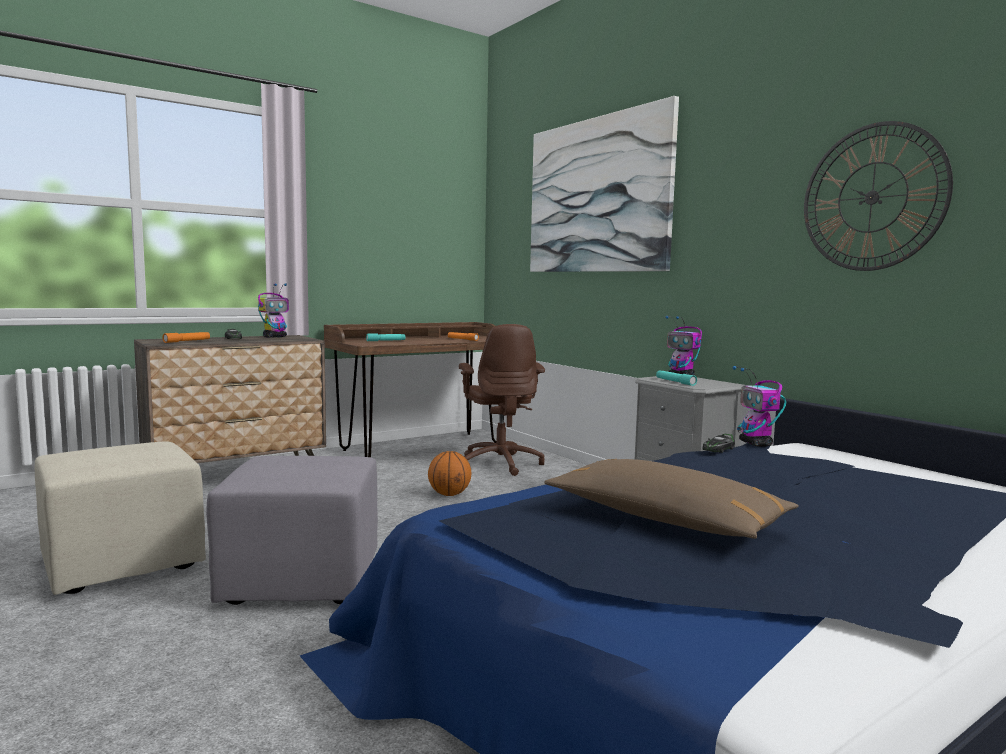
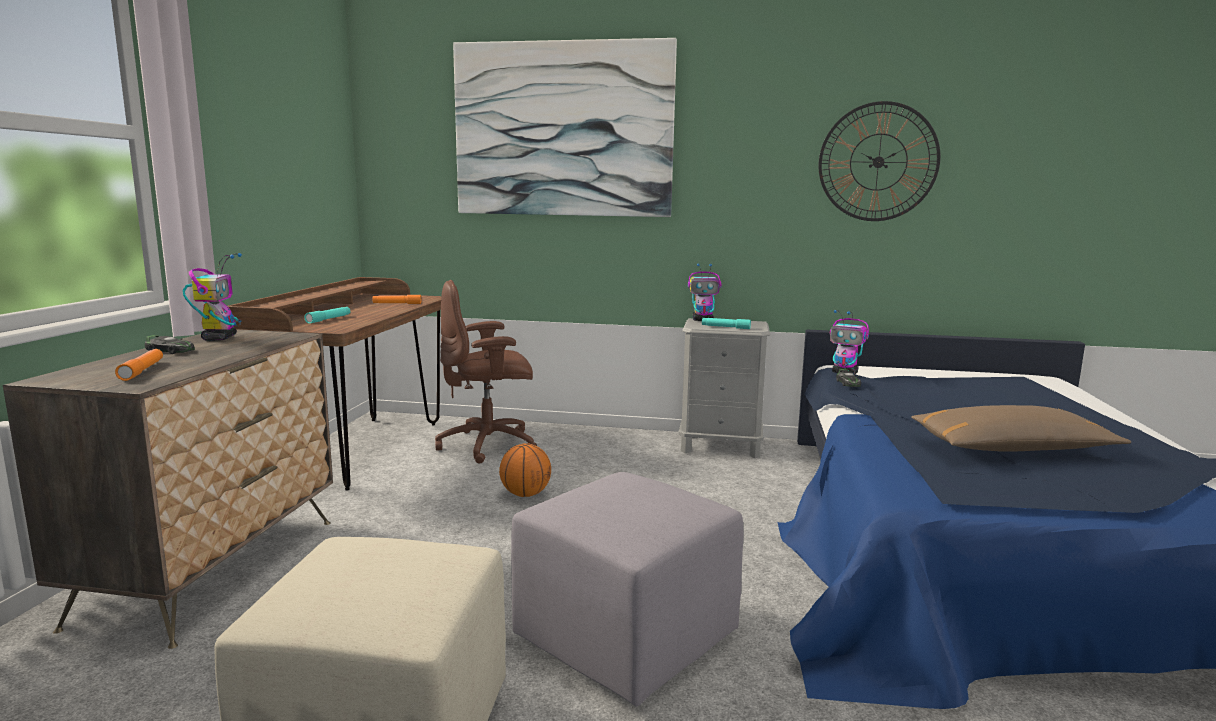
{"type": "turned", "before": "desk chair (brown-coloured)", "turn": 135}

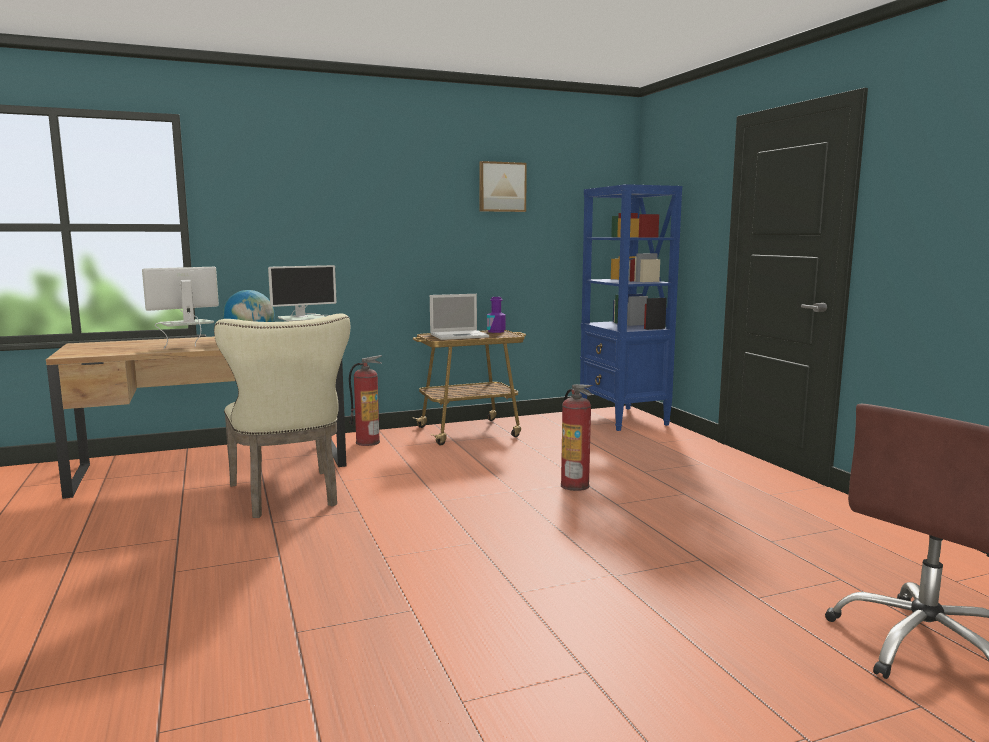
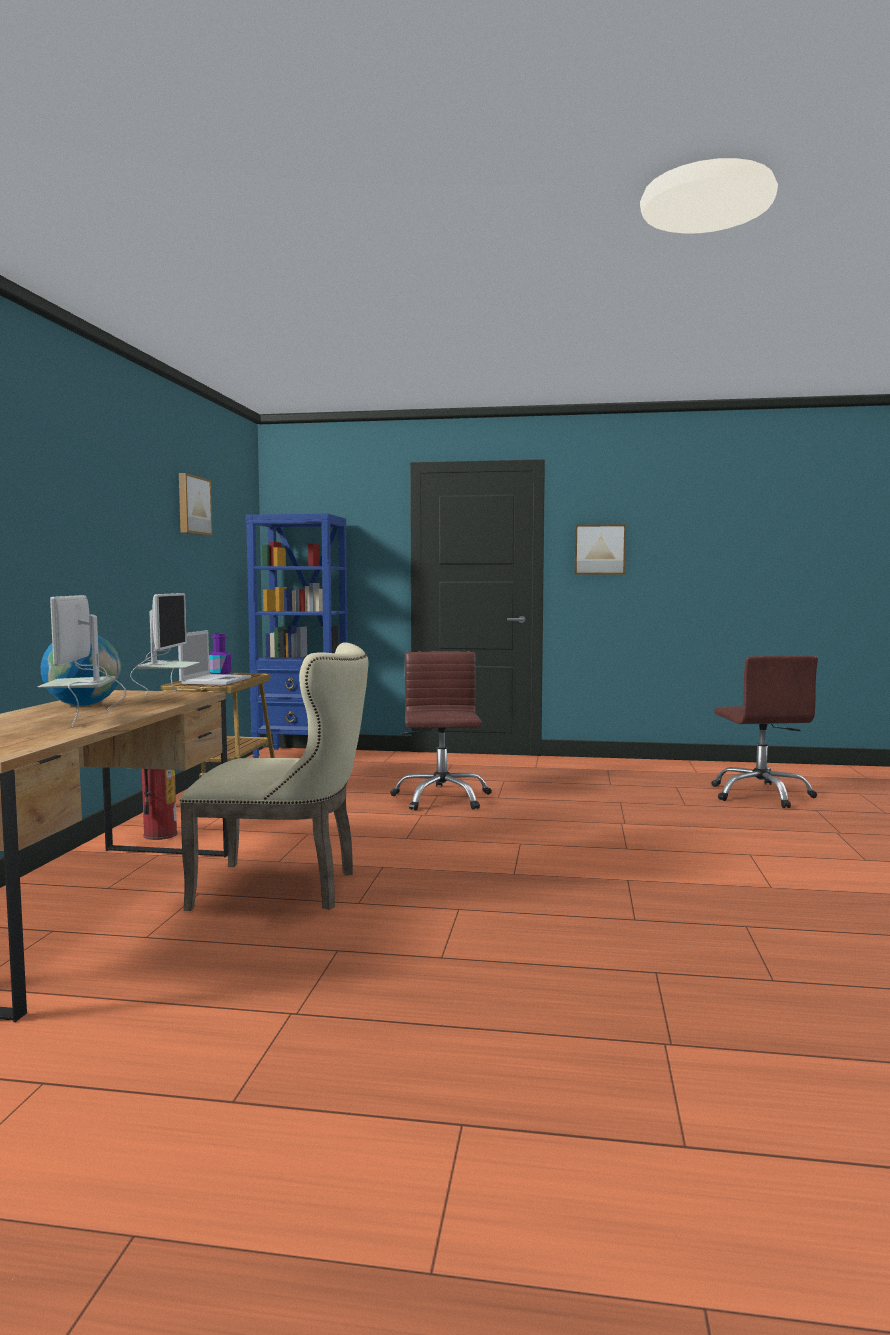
{"type": "replaced", "before": "fire extinguisher (2nd from left)", "after": "desk chair (brown-coloured) (1st from left)"}
{"type": "added", "after": "wall art (2nd from left)"}

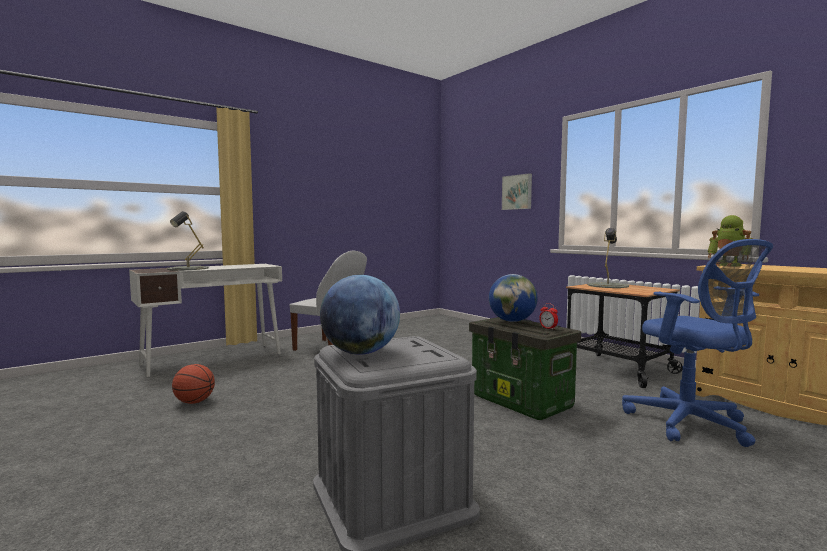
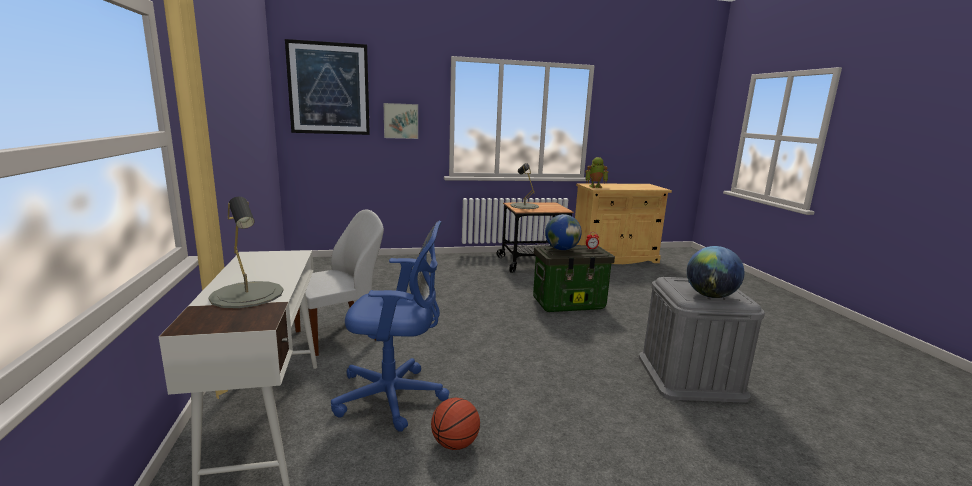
{"type": "moved", "before": "desk chair (bluish)"}
{"type": "added", "after": "wall art (1st from left)"}

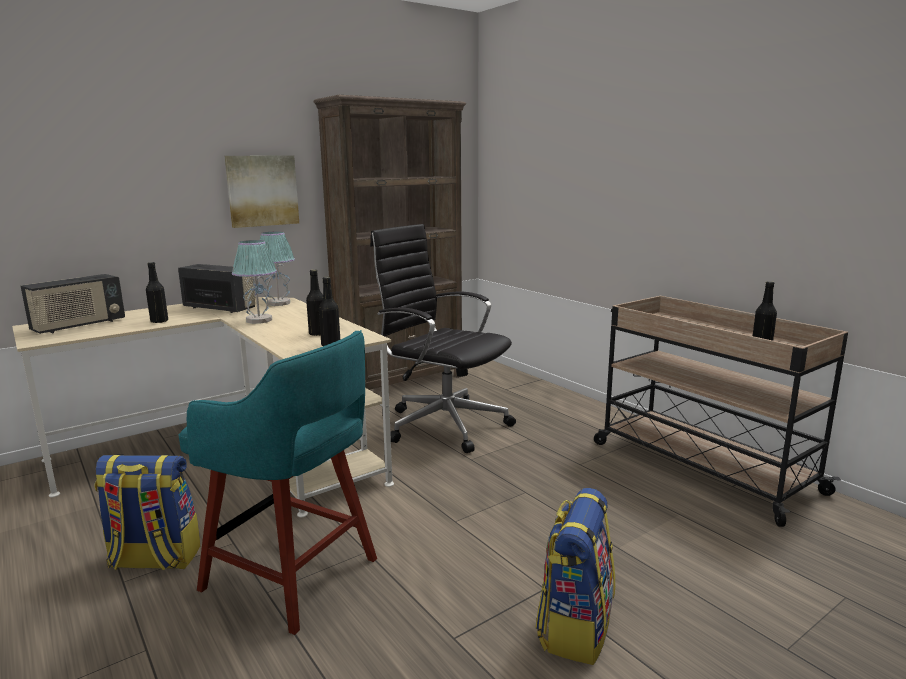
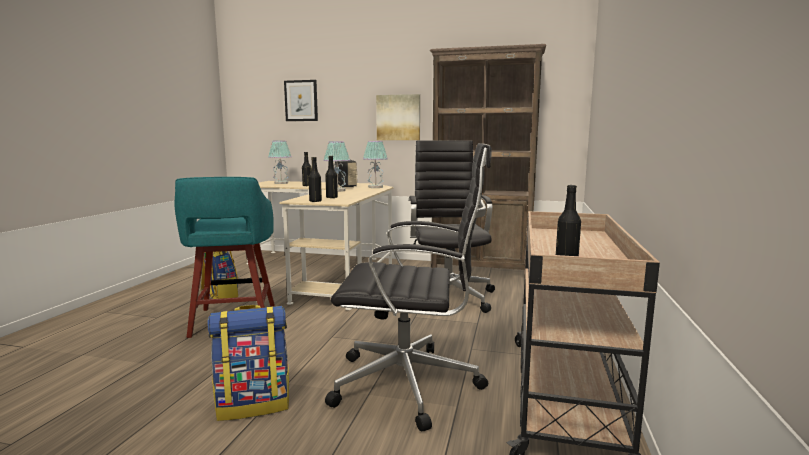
{"type": "replaced", "before": "radio set (1st from left)", "after": "table lamp (1st from left)"}
{"type": "added", "after": "wall art (1st from left)"}
{"type": "added", "after": "desk chair (blackish) (1st from left)"}

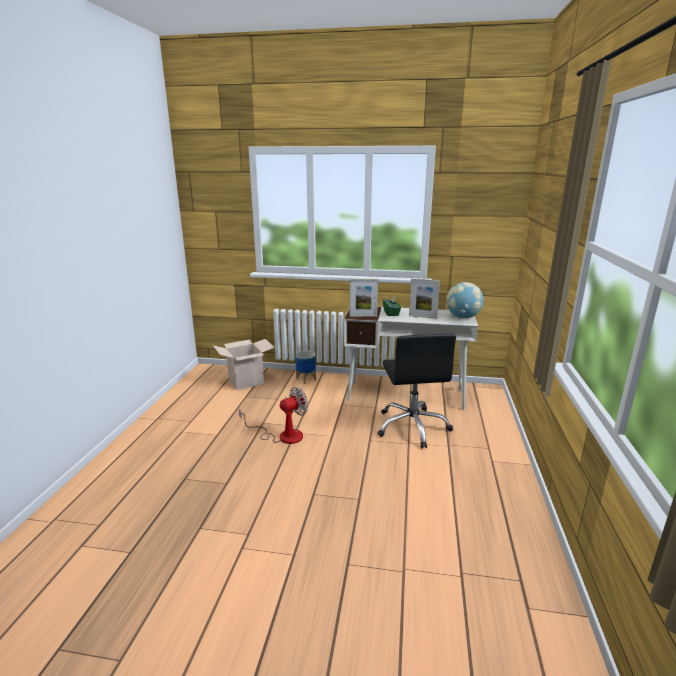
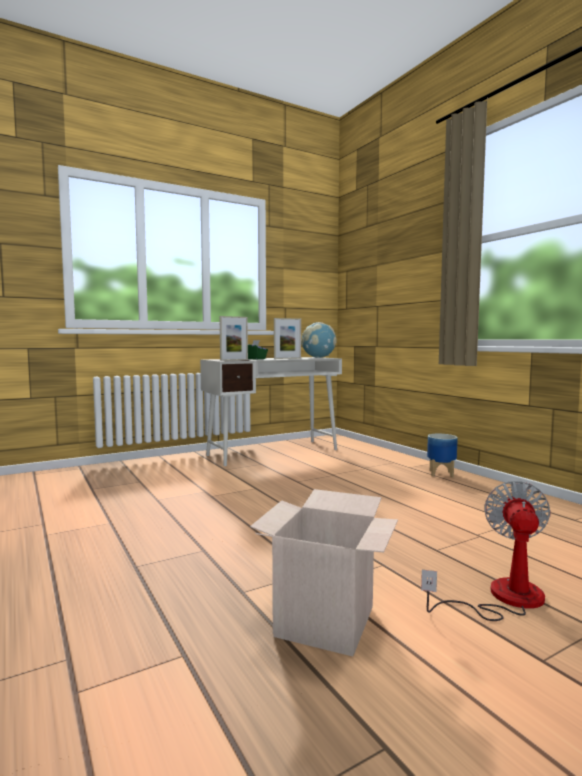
{"type": "moved", "before": "carton"}
{"type": "moved", "before": "electric fan"}
{"type": "moved", "before": "planter"}
{"type": "removed", "before": "desk chair (blackish)"}

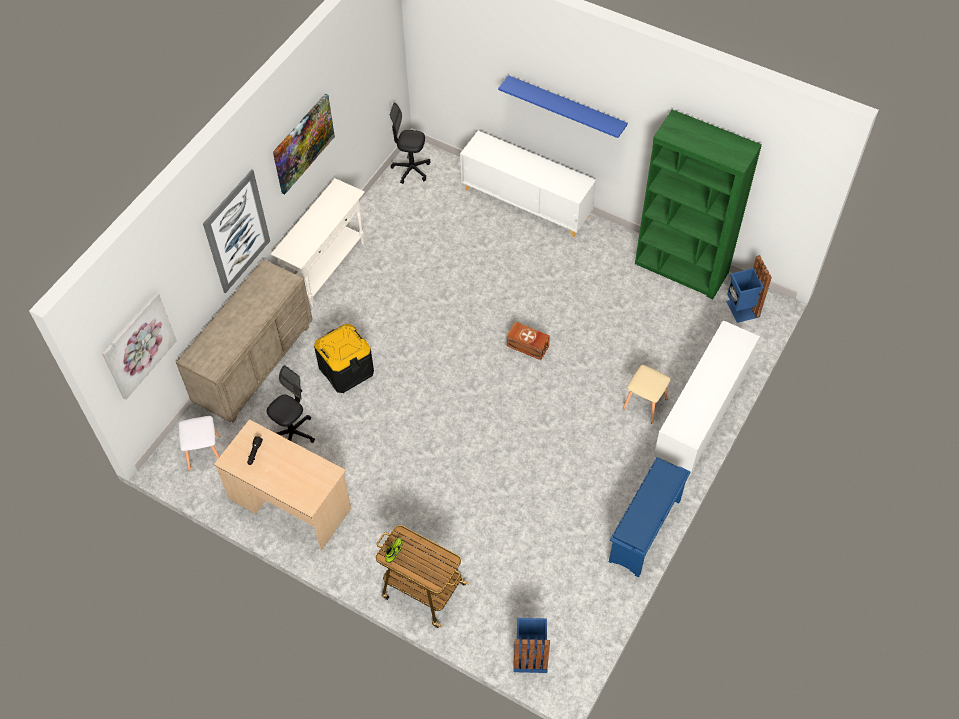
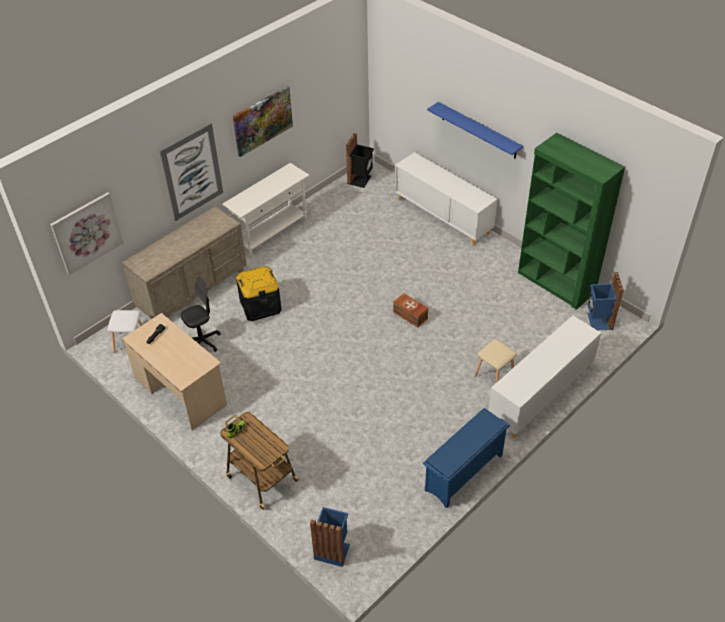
{"type": "replaced", "before": "desk chair (blackish) (2nd from left)", "after": "waste bin (blackish)"}

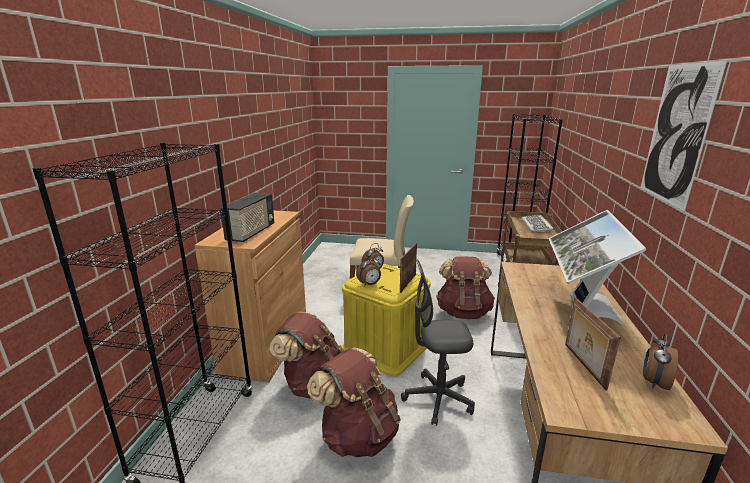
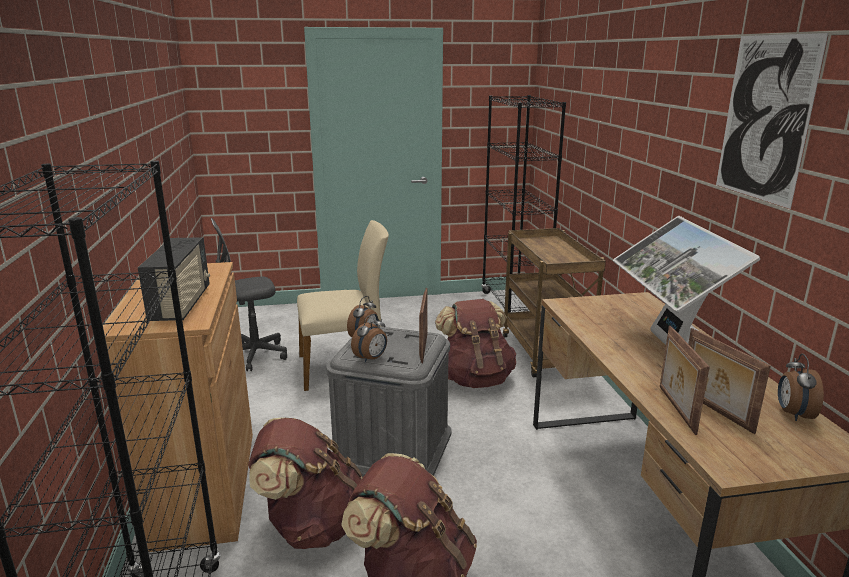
{"type": "recoloured", "before": "storage container (yellow)", "after": "storage container (gray)"}
{"type": "moved", "before": "desk chair (gray)"}
{"type": "removed", "before": "keyboard"}
{"type": "added", "after": "photo frame (2nd from left)"}

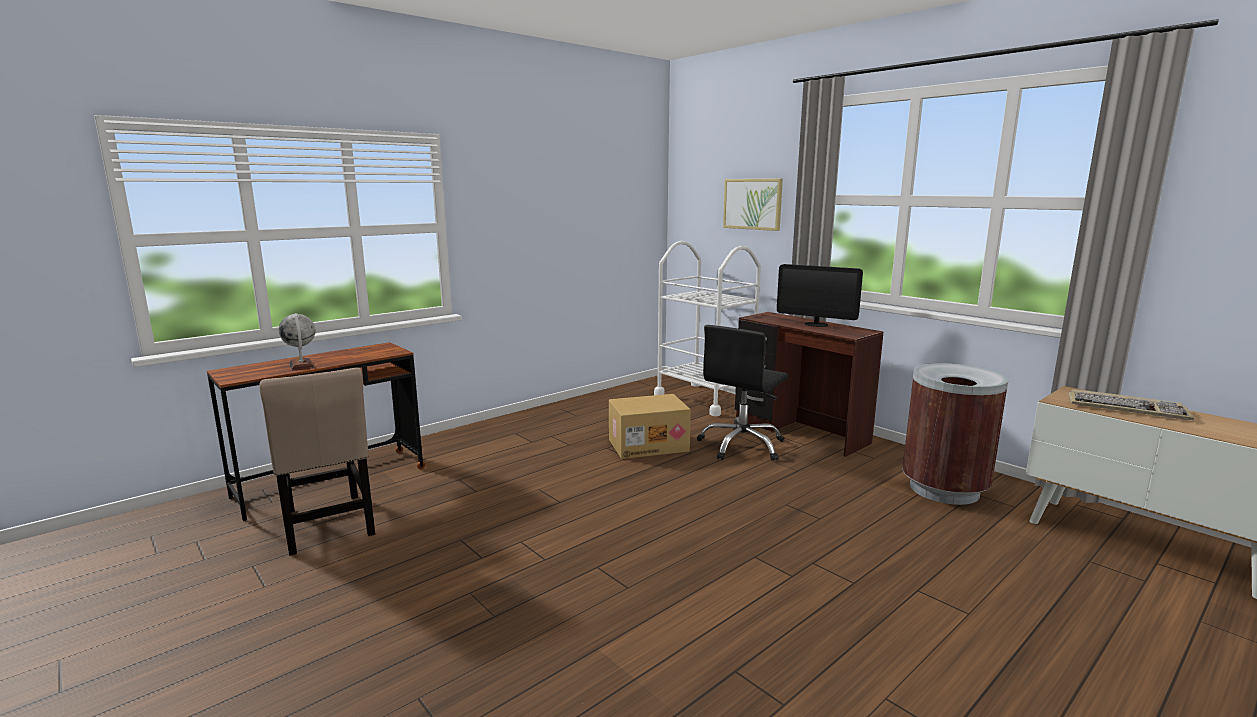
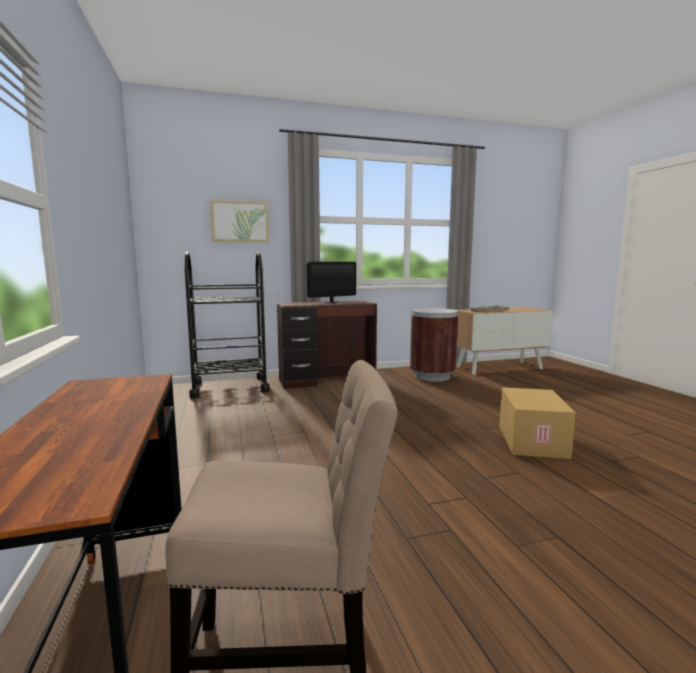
{"type": "removed", "before": "desk globe"}
{"type": "moved", "before": "carton"}
{"type": "recoloured", "before": "trolley (white-coloured)", "after": "trolley (blackish)"}
{"type": "removed", "before": "desk chair (blackish)"}

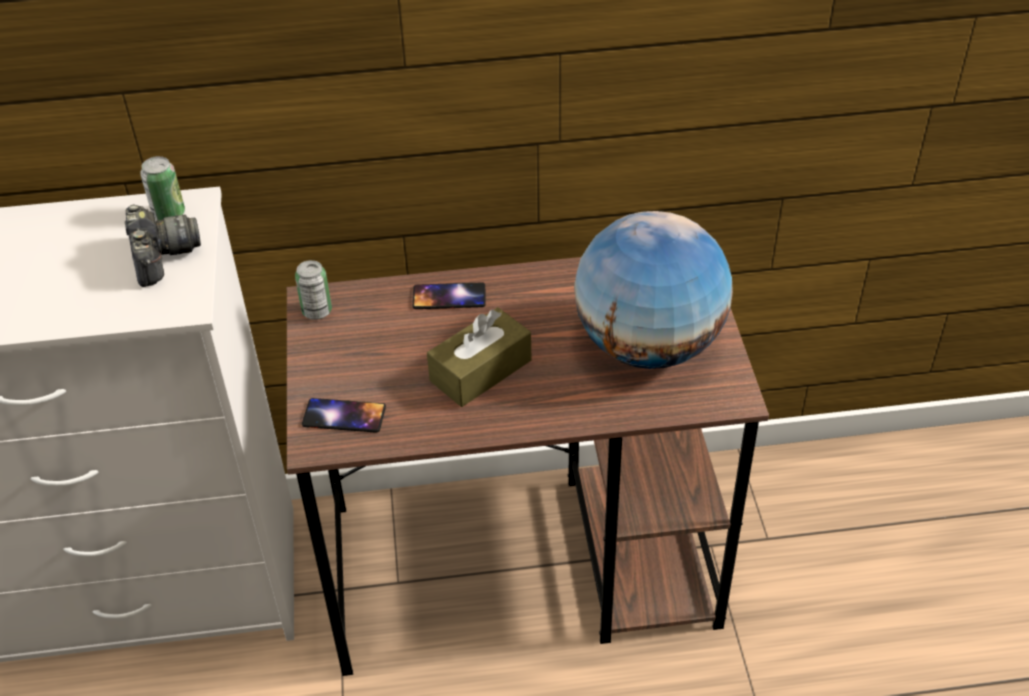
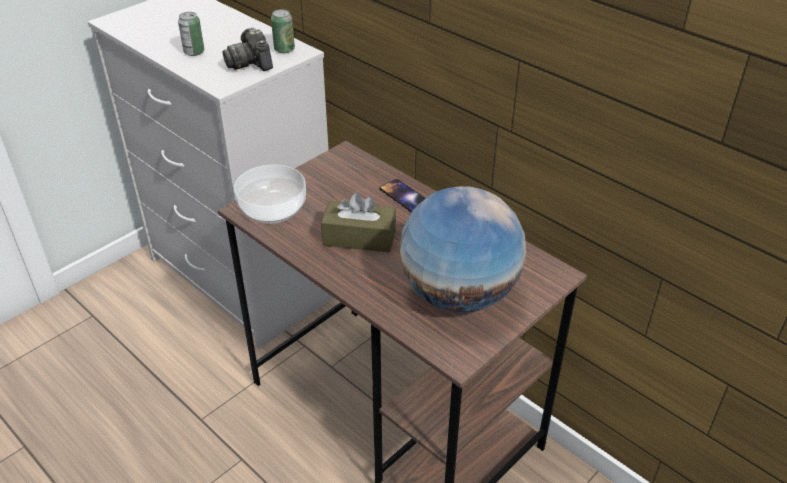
{"type": "turned", "before": "still camera", "turn": 120}
{"type": "moved", "before": "can (2nd from left in the first image)", "after": "can (1st from left)"}
{"type": "replaced", "before": "handset (1st from left)", "after": "deep dish"}

